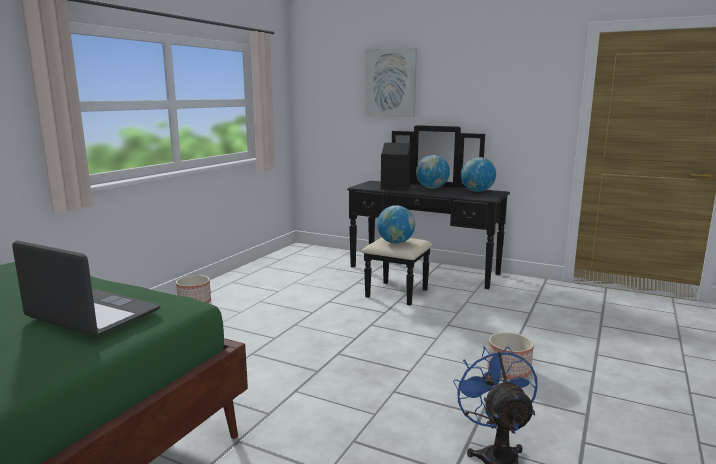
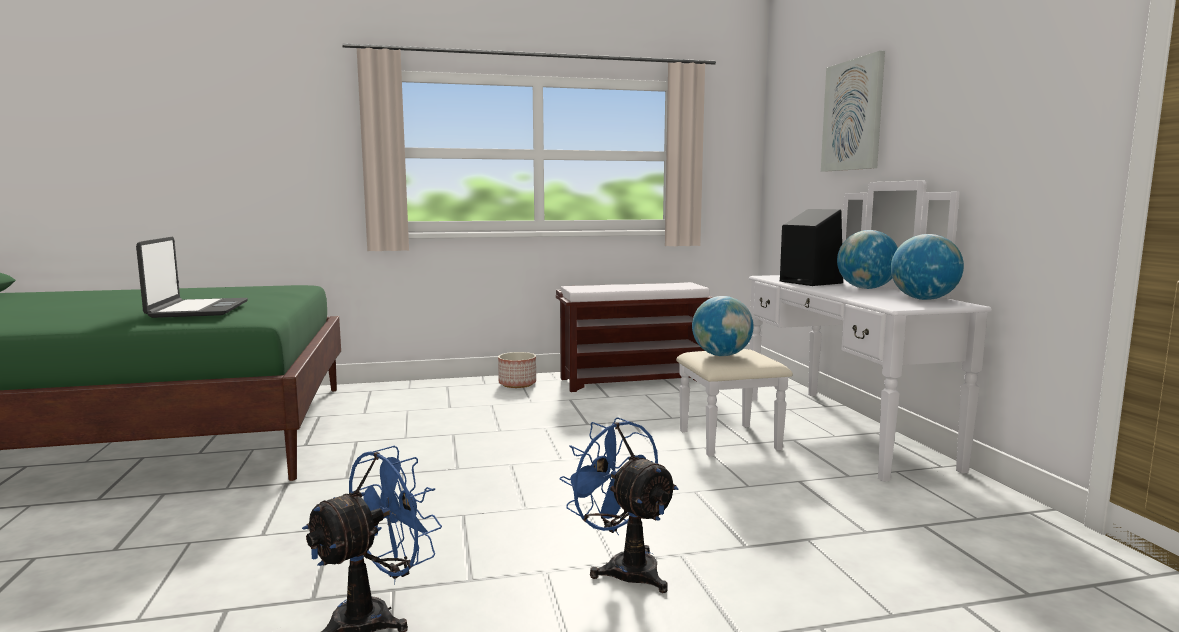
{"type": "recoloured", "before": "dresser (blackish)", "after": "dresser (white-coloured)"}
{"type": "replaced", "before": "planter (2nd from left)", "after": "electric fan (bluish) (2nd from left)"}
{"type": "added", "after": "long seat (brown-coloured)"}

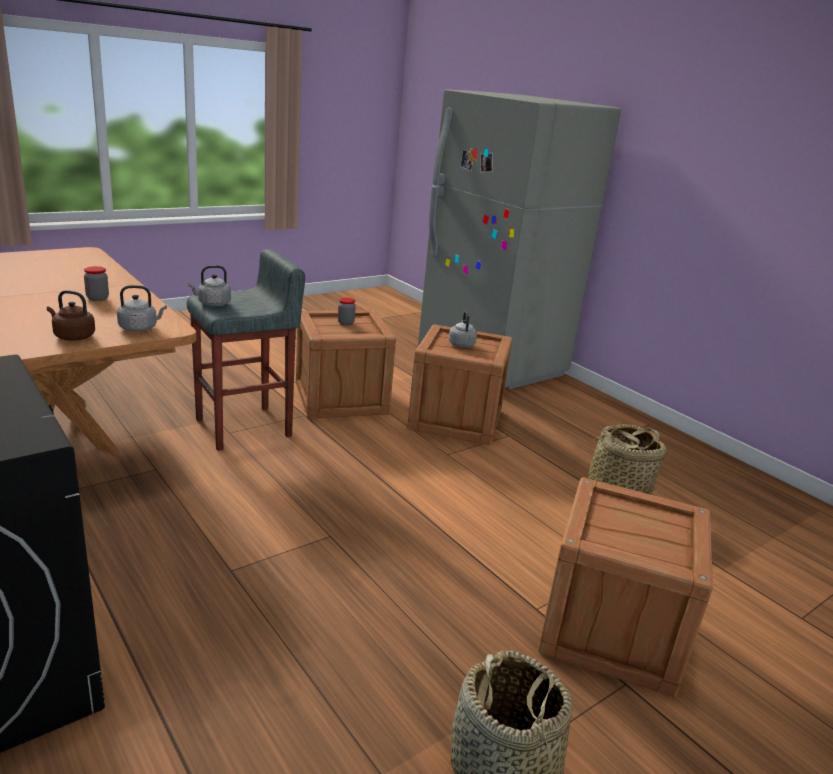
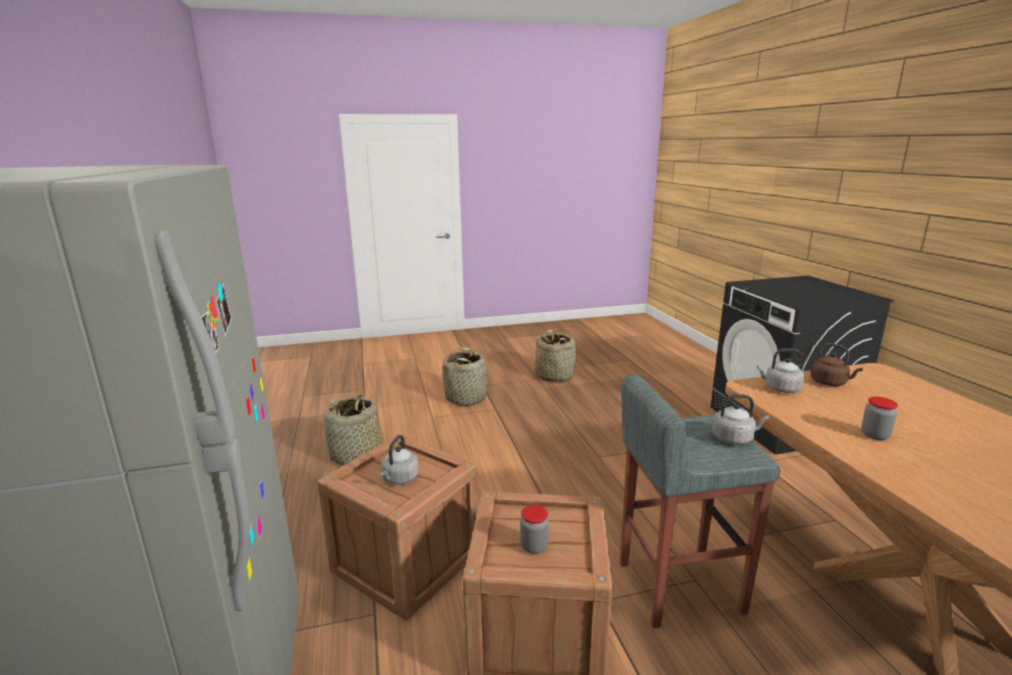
{"type": "replaced", "before": "crate (3rd from left)", "after": "storage basket (2nd from left)"}

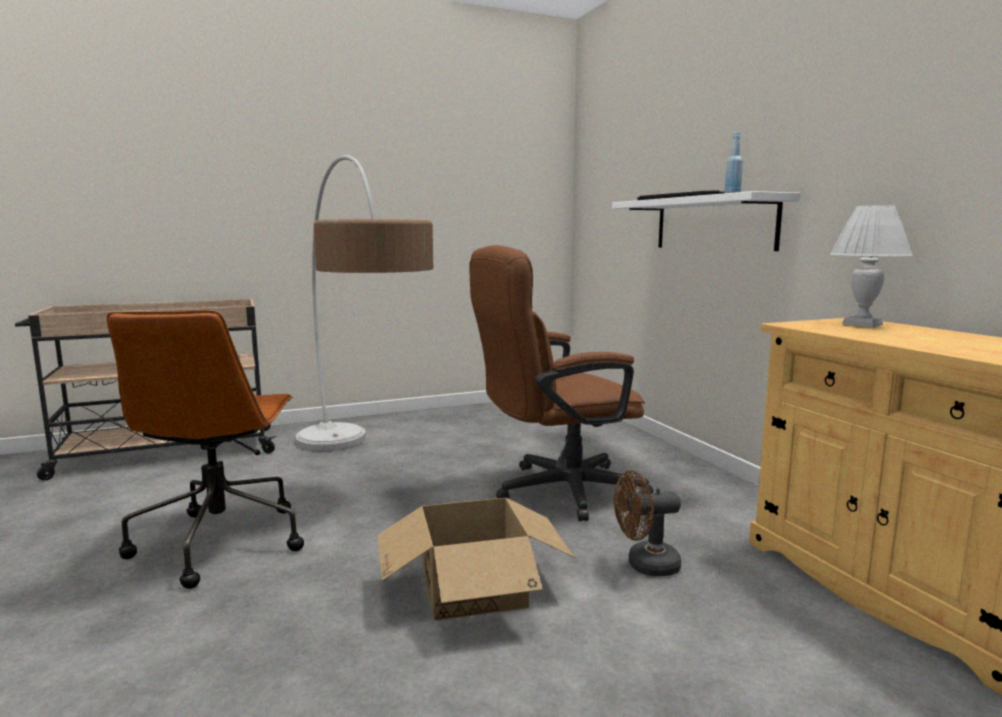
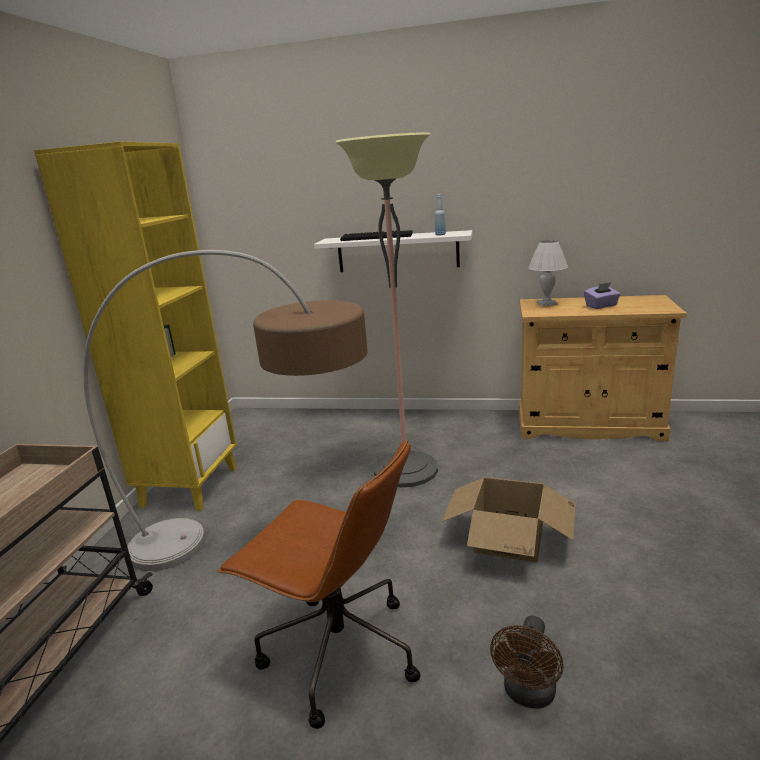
{"type": "replaced", "before": "desk chair (brown-coloured) (2nd from left)", "after": "standard lamp (2nd from left)"}
{"type": "moved", "before": "electric fan (brown-coloured)"}
{"type": "added", "after": "shelving unit (yellow)"}
{"type": "added", "after": "box of tissues (purplish)"}

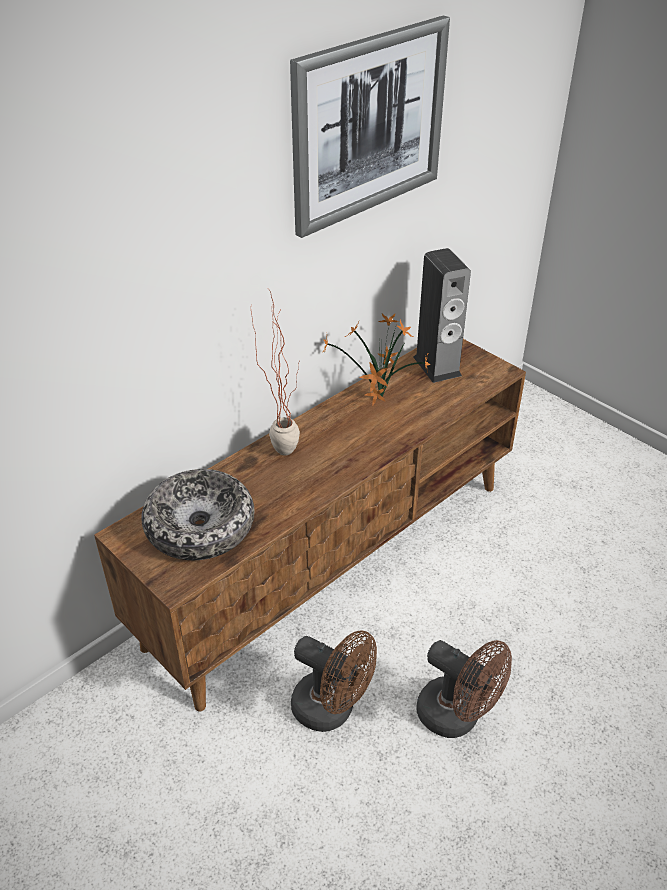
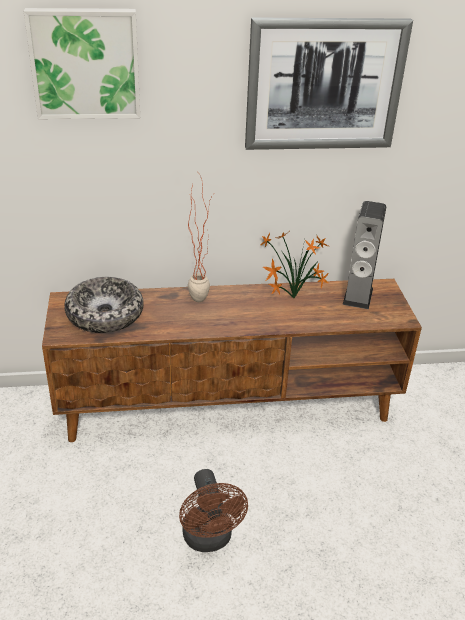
{"type": "removed", "before": "electric fan (brown-coloured) (1st from left)"}
{"type": "added", "after": "wall art (1st from left)"}

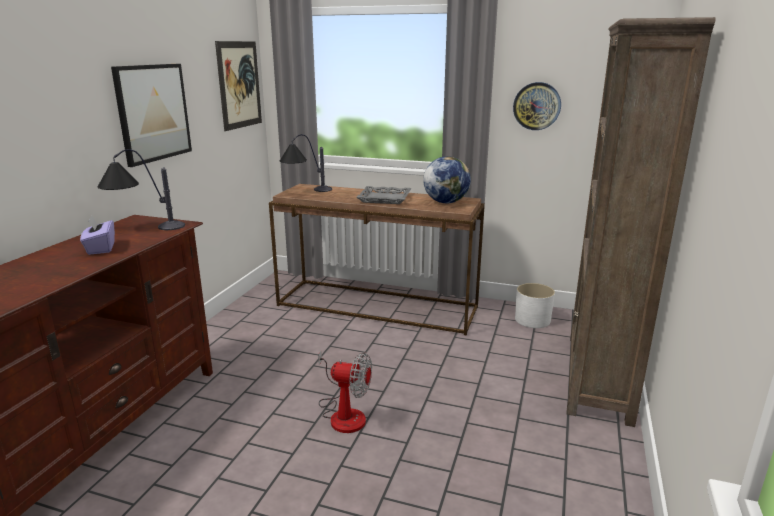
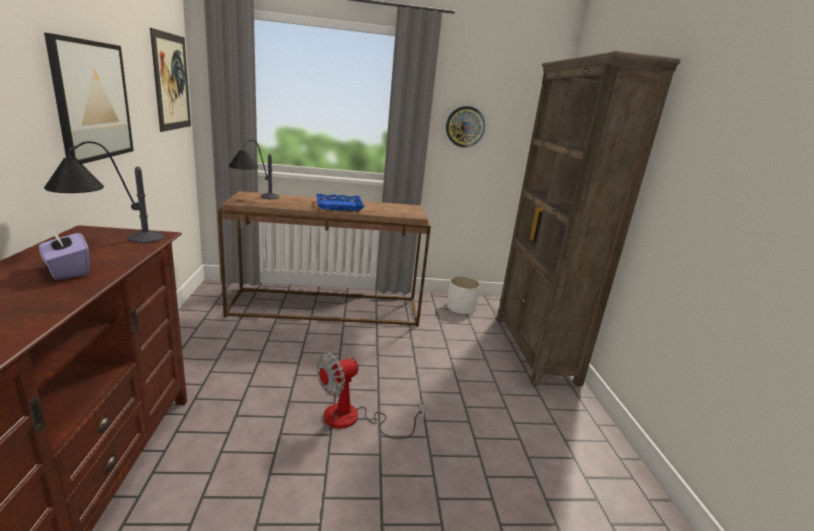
{"type": "turned", "before": "electric fan", "turn": 150}
{"type": "recoloured", "before": "tray (gray)", "after": "tray (bluish)"}
{"type": "removed", "before": "desk globe"}

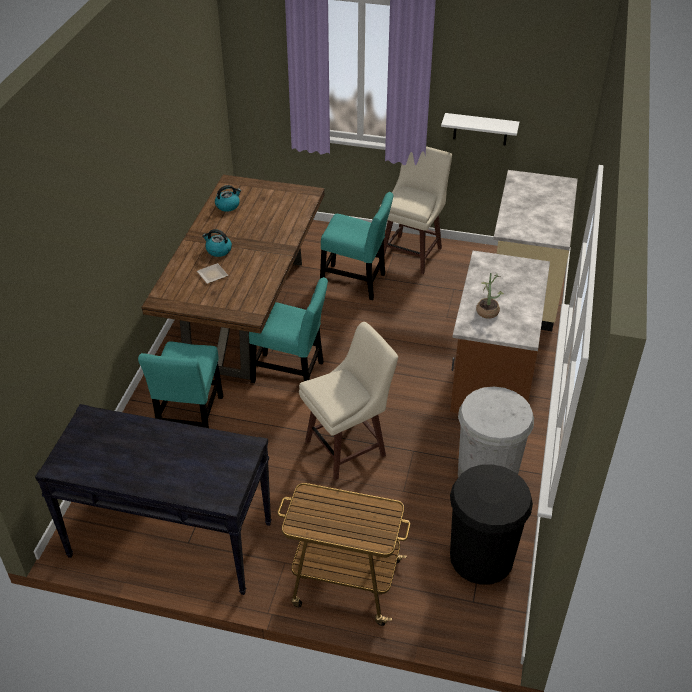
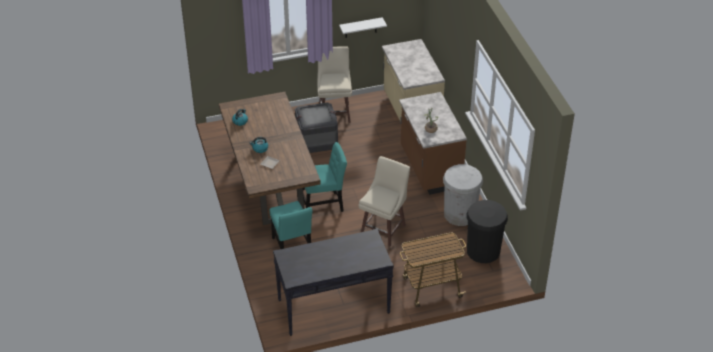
{"type": "replaced", "before": "plain chair (turquoise) (3rd from left)", "after": "crate"}

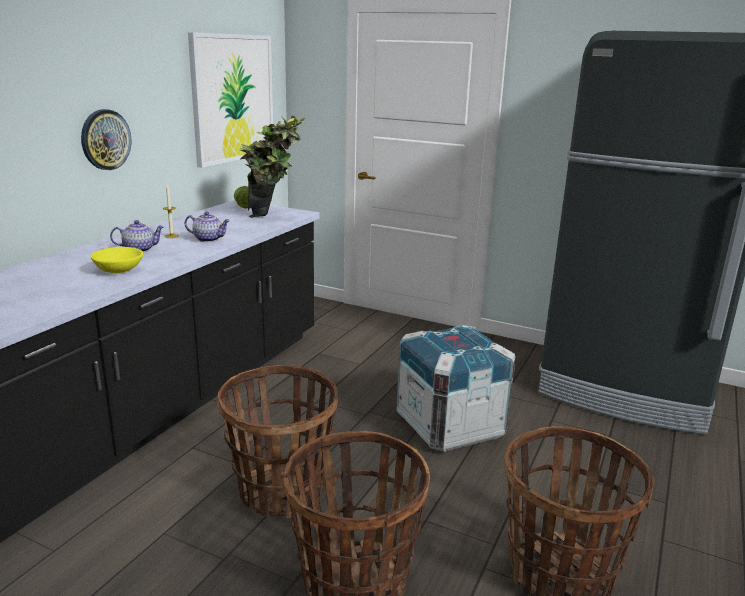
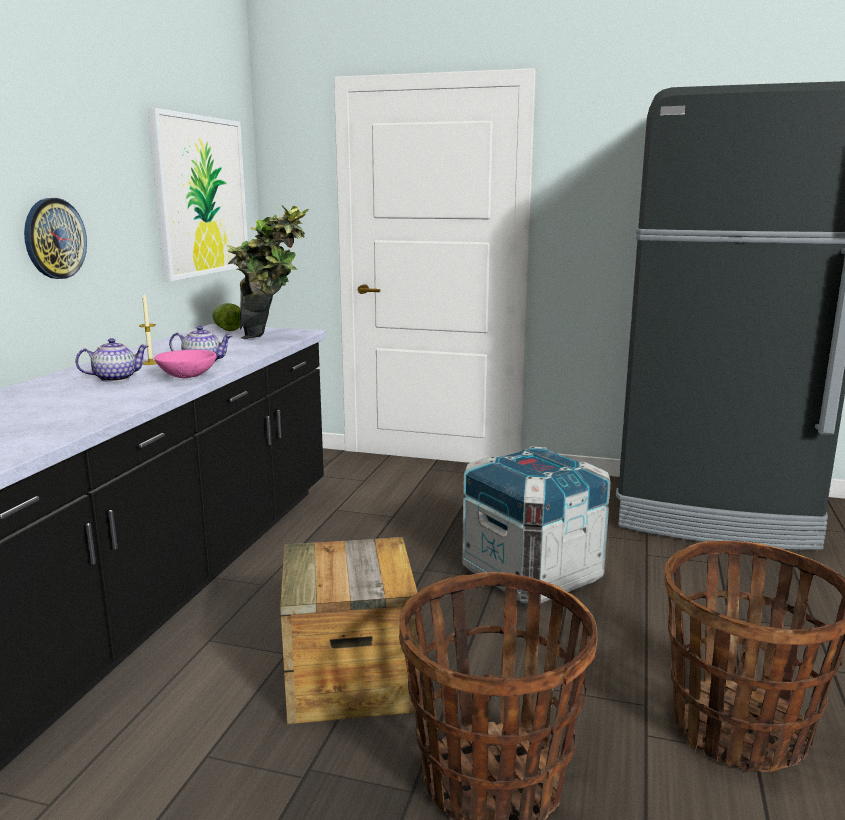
{"type": "removed", "before": "deep dish (yellow)"}
{"type": "replaced", "before": "storage basket (1st from left)", "after": "crate (1st from left)"}
{"type": "added", "after": "deep dish (pink)"}

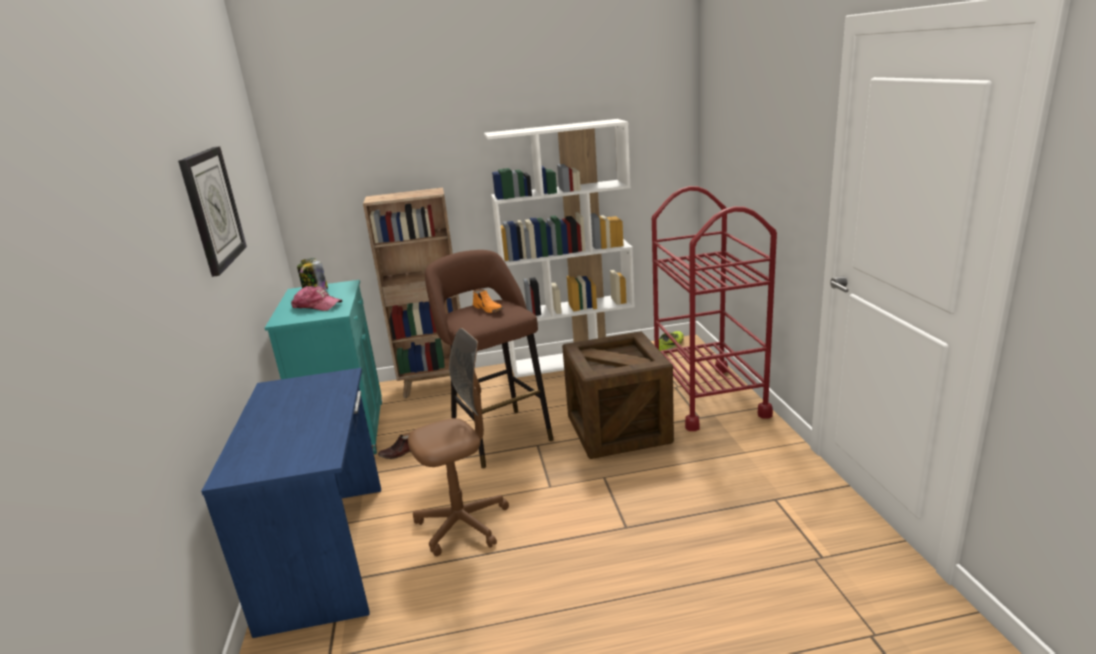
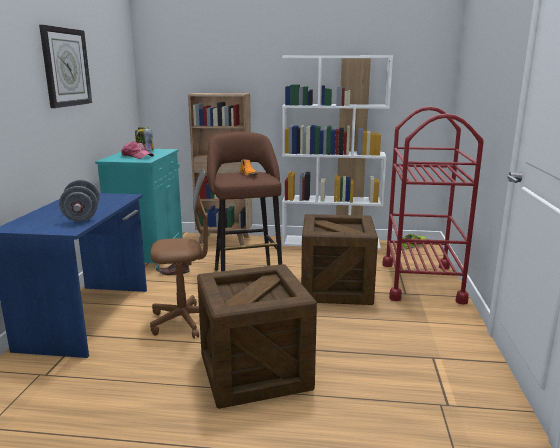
{"type": "added", "after": "free weight (gray)"}
{"type": "added", "after": "crate (1st from left)"}

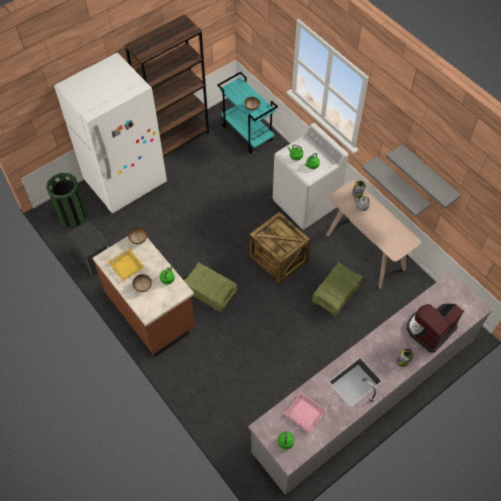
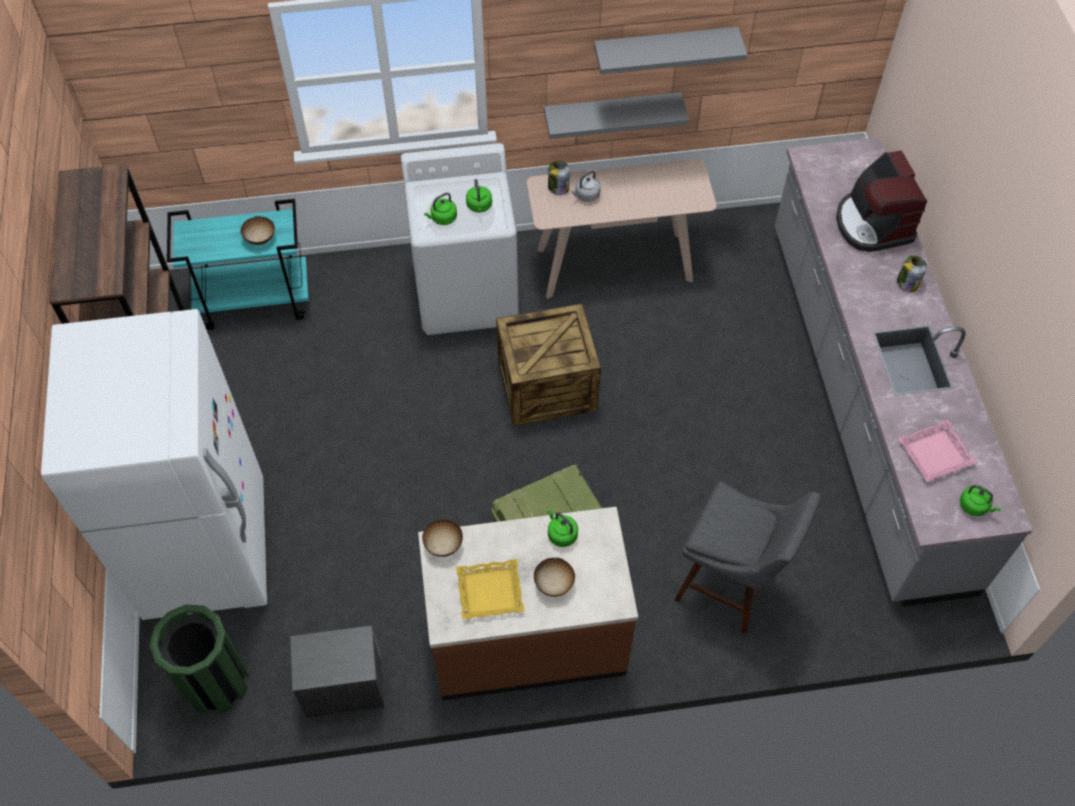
{"type": "removed", "before": "crate (3rd from left)"}
{"type": "added", "after": "stool seat (gray)"}

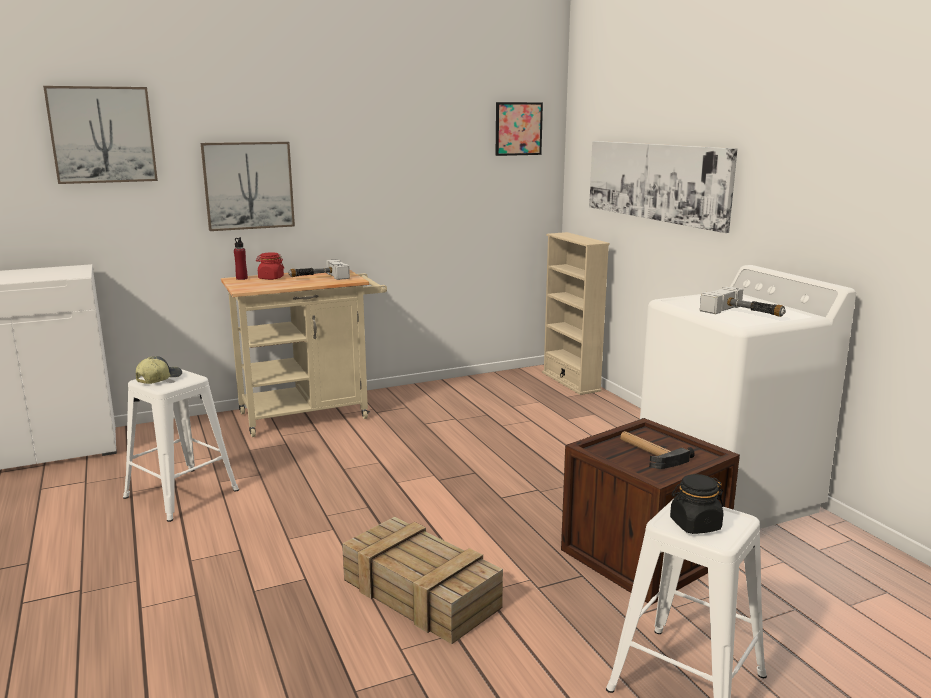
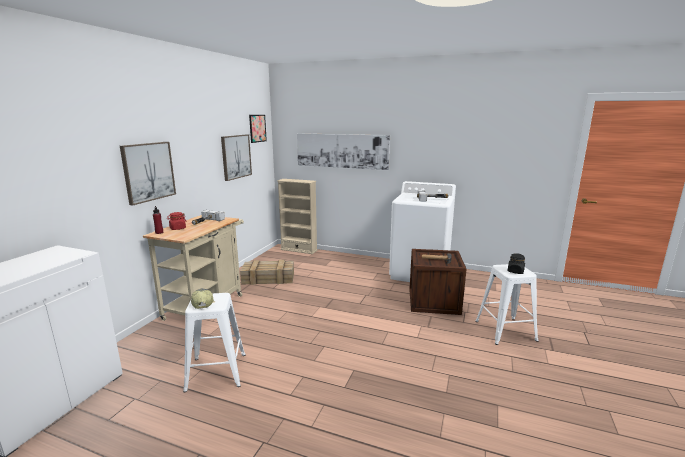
{"type": "moved", "before": "wall art (1st from left in the first image)", "after": "wall art (2nd from left)"}
{"type": "moved", "before": "crate (1st from left)"}

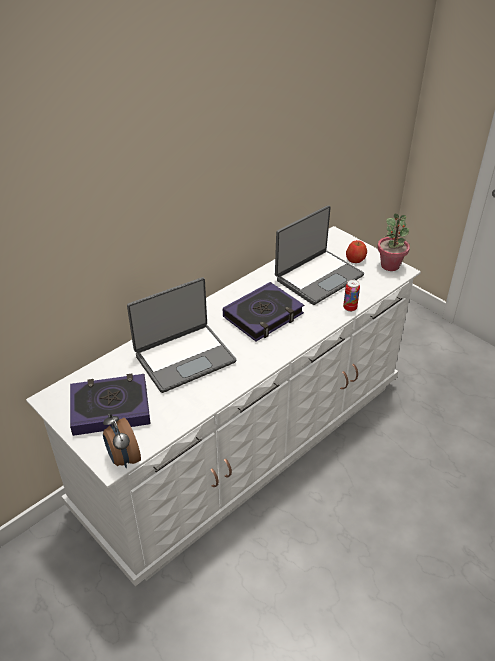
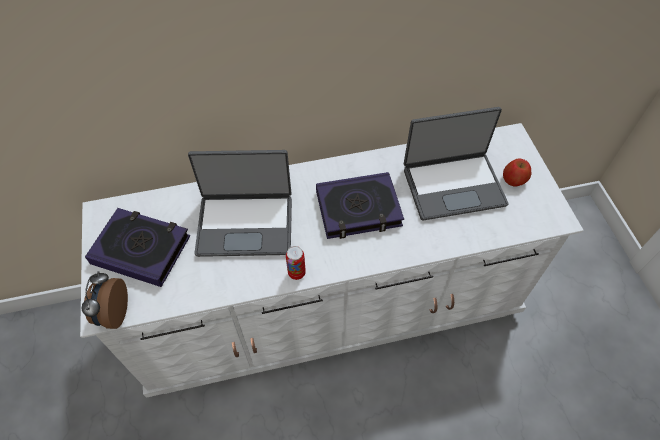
{"type": "moved", "before": "can"}
{"type": "removed", "before": "potted plant"}

